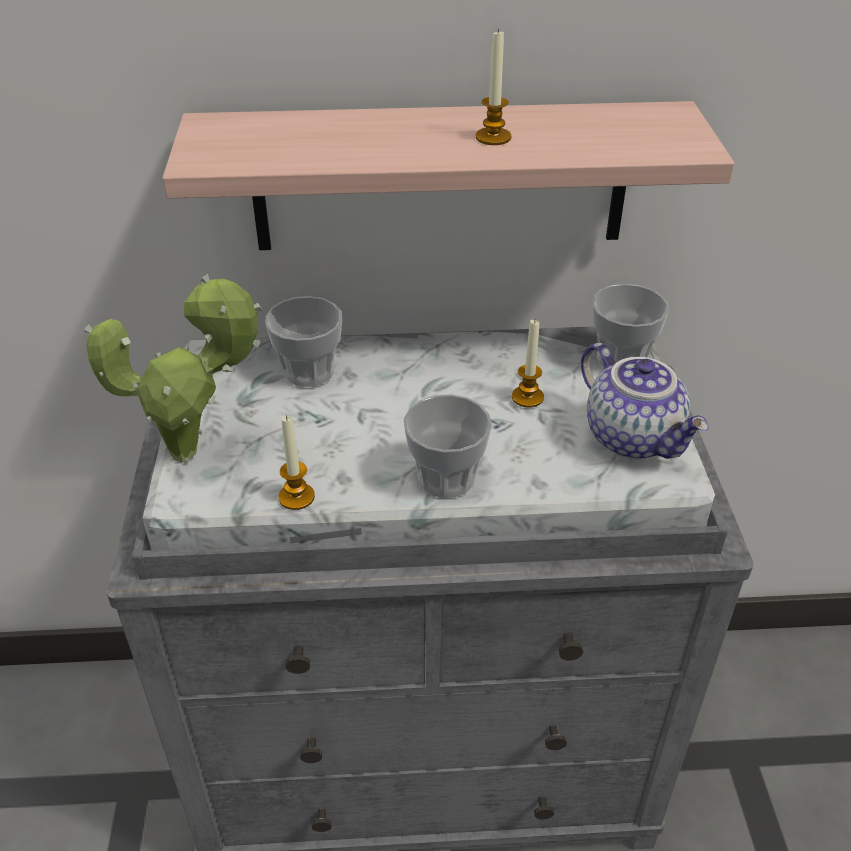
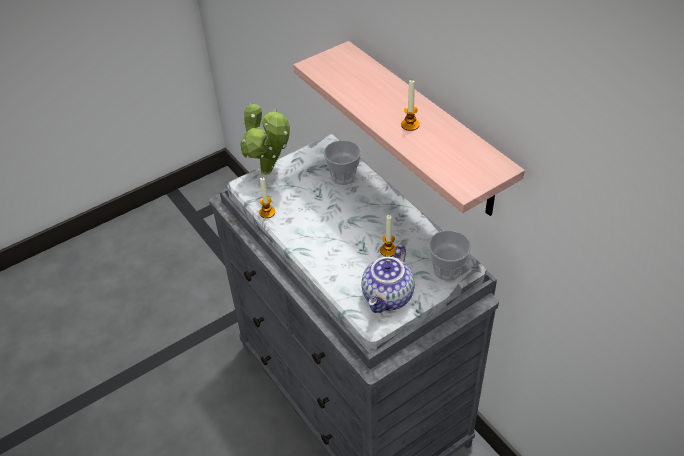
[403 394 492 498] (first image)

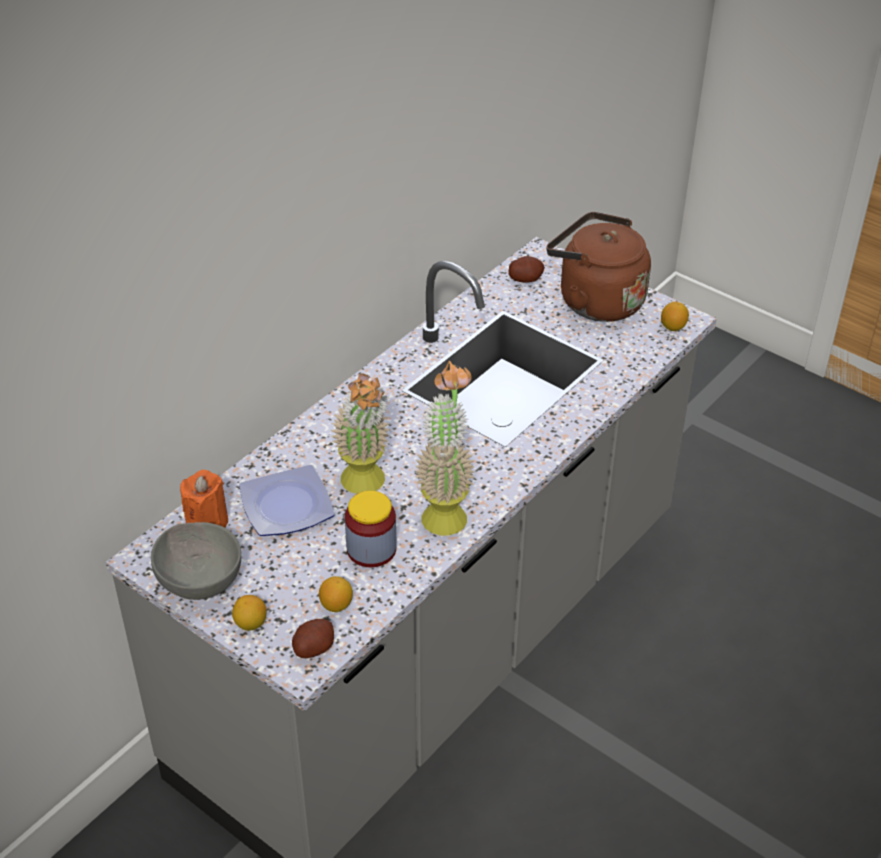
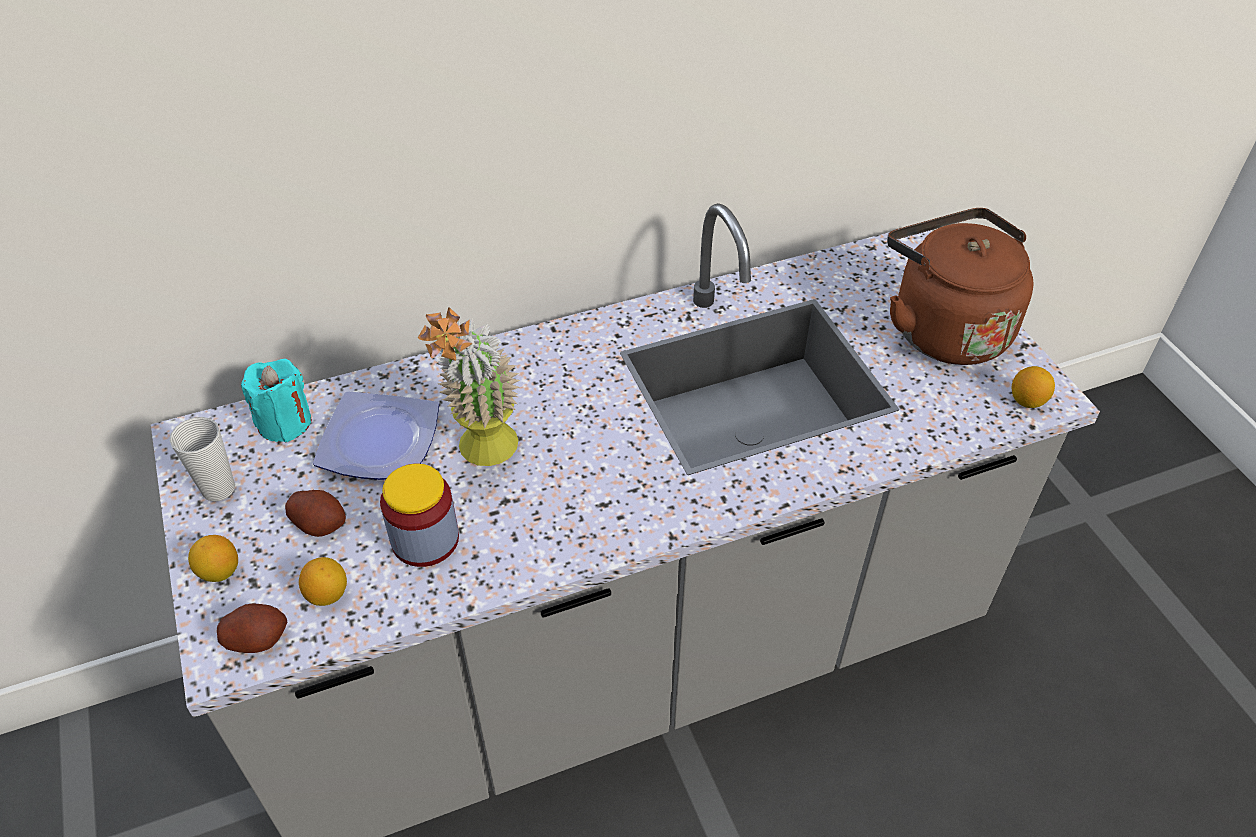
[285 490 346 537]
[416 361 475 535] (first image)
[241 359 311 443]
[169 417 235 502]

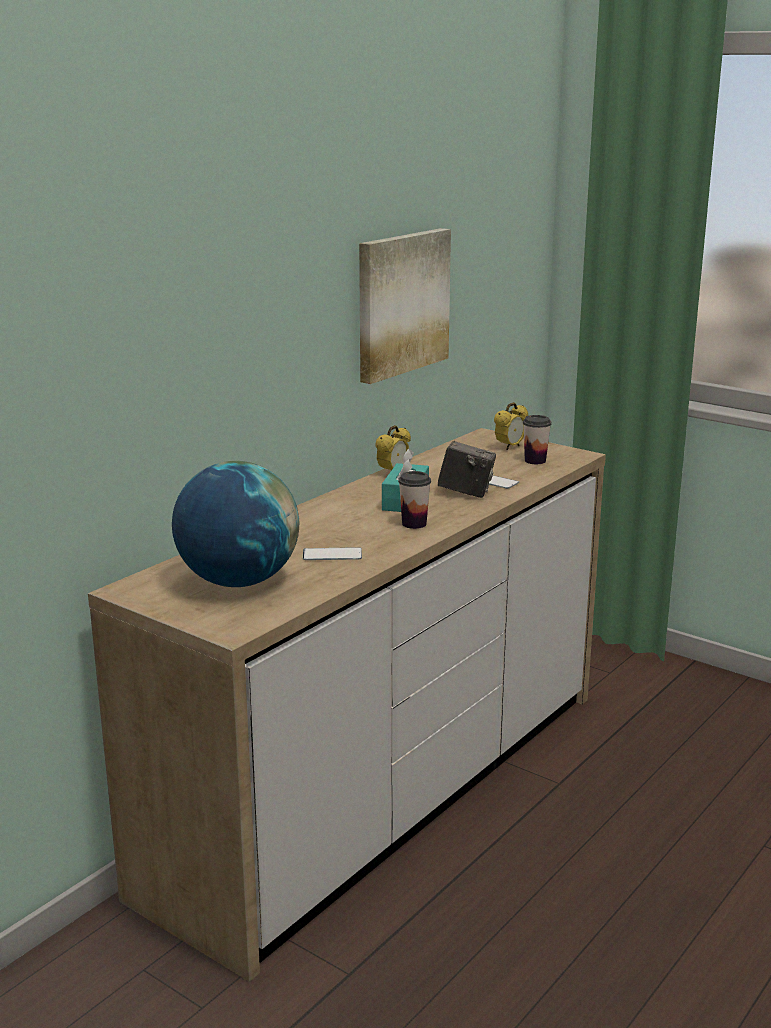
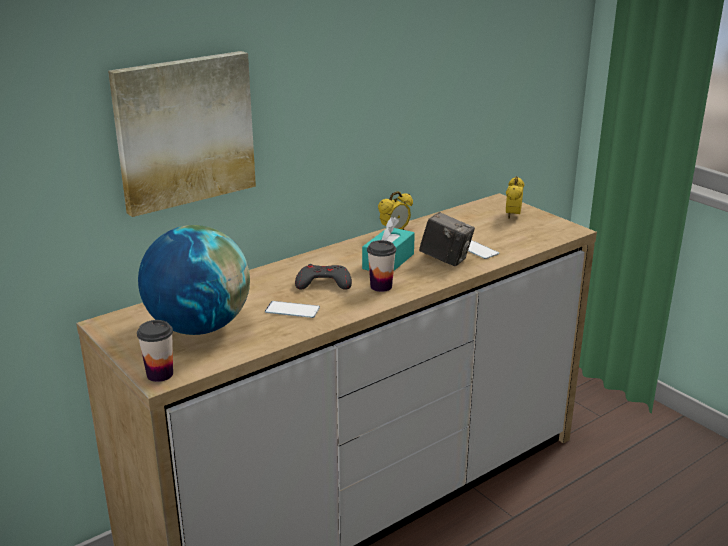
[108 51 256 217]
[506 176 524 218]
[137 320 173 382]
[295 264 352 290]

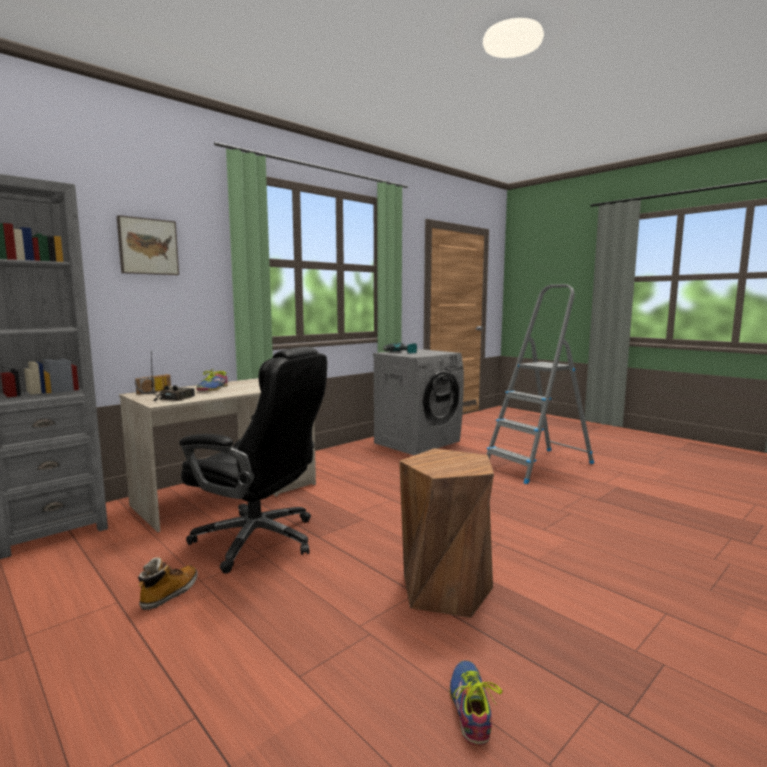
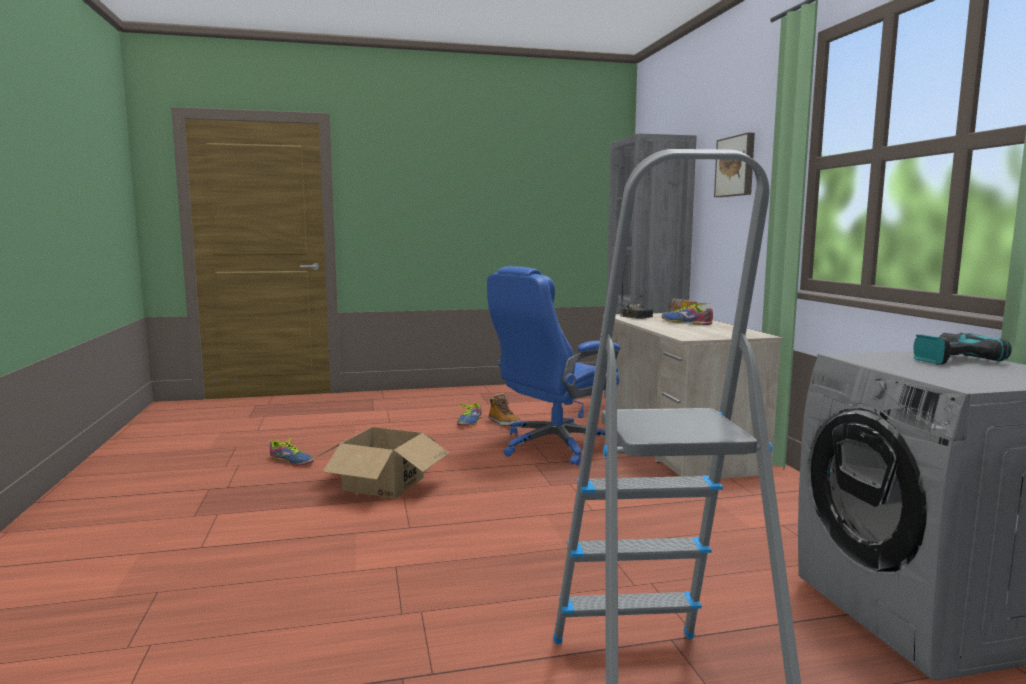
[487 266 620 465]
[315 427 449 498]
[457 400 482 426]

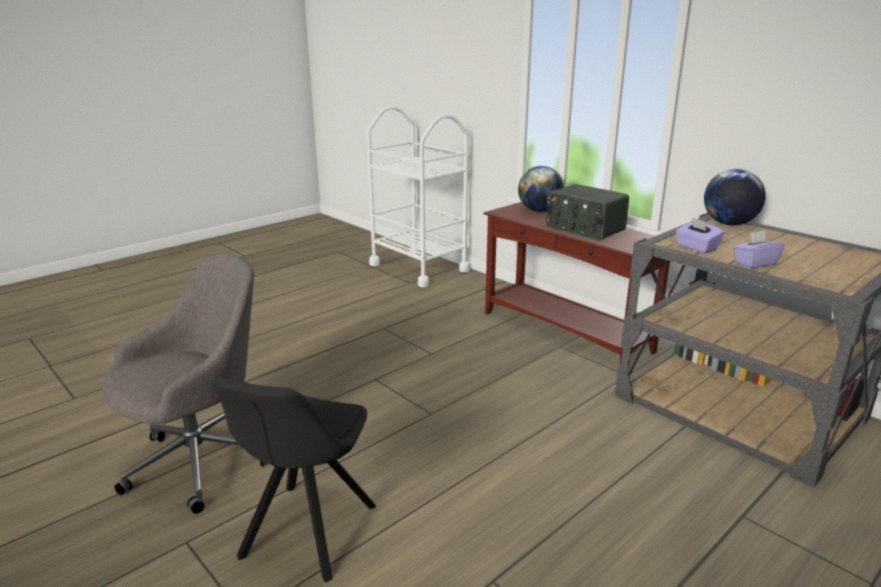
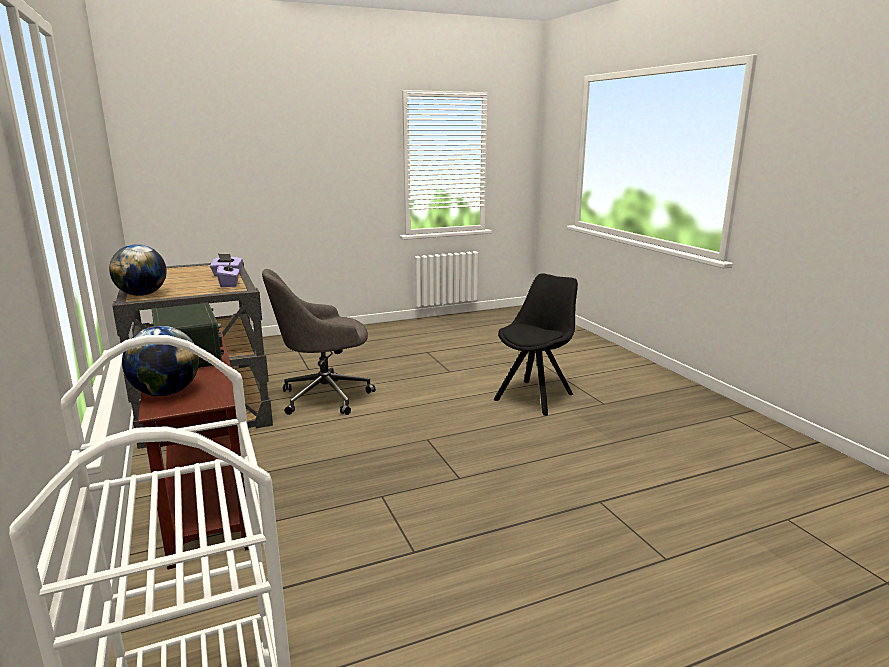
[262 269 376 415]

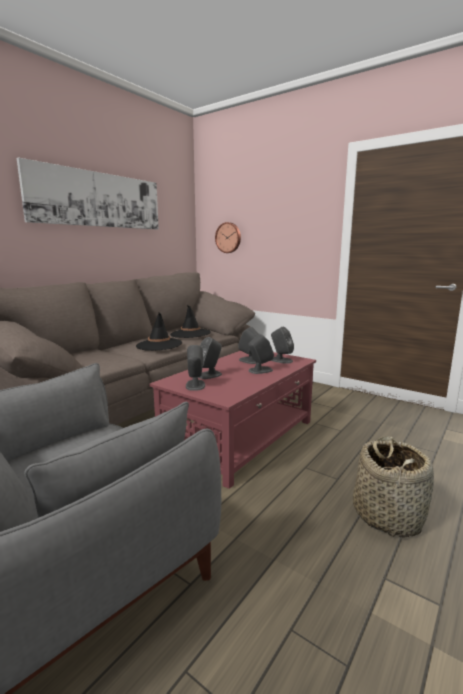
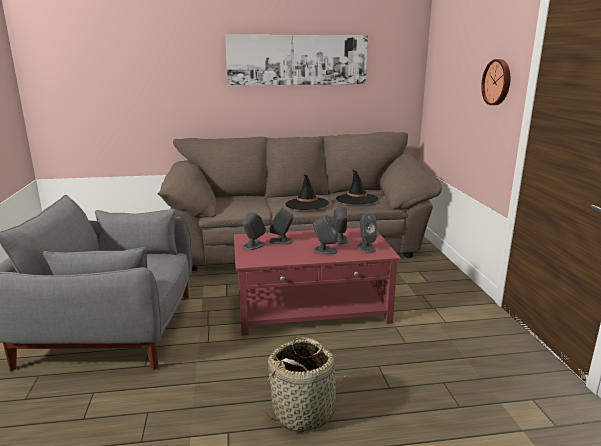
[481 59 510 105]

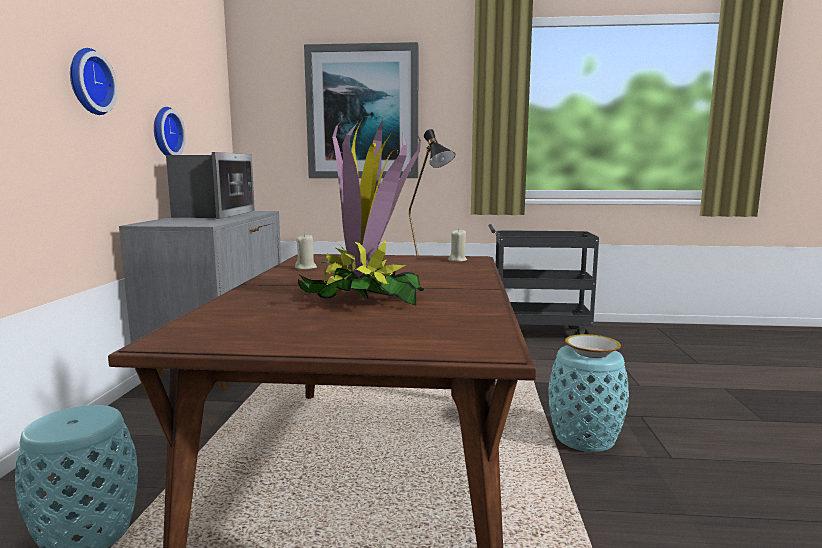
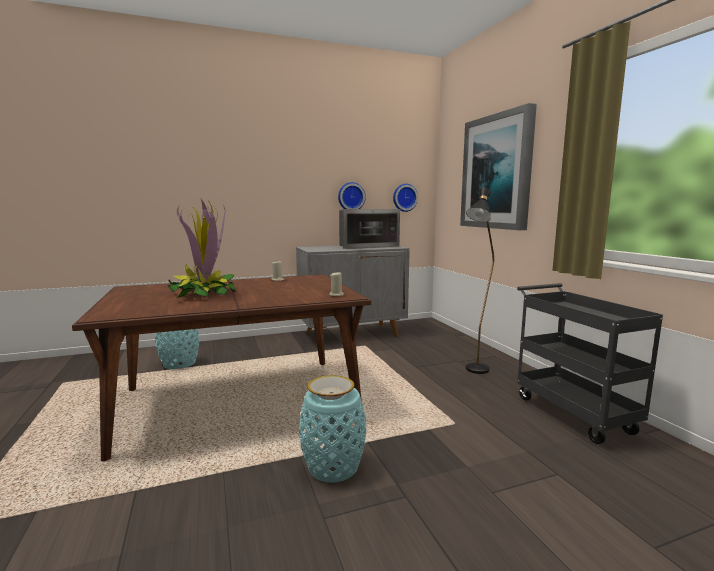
[393 184 418 212]

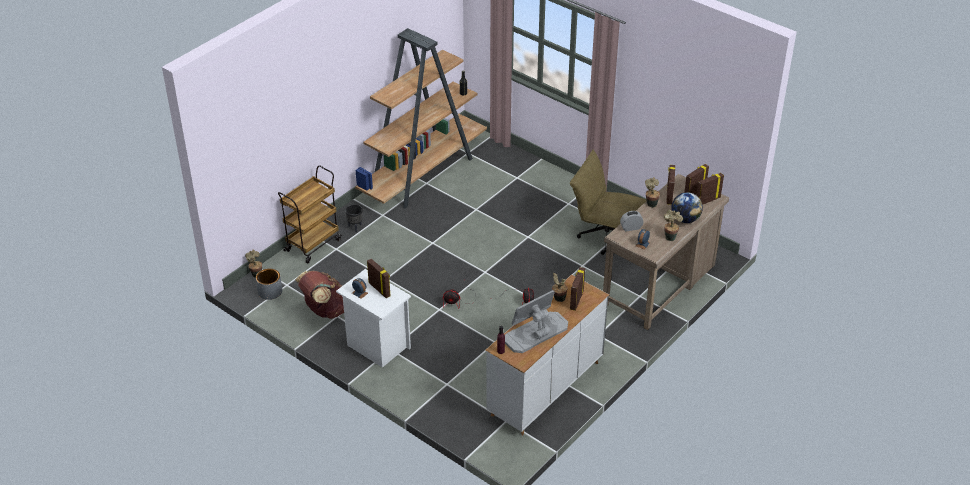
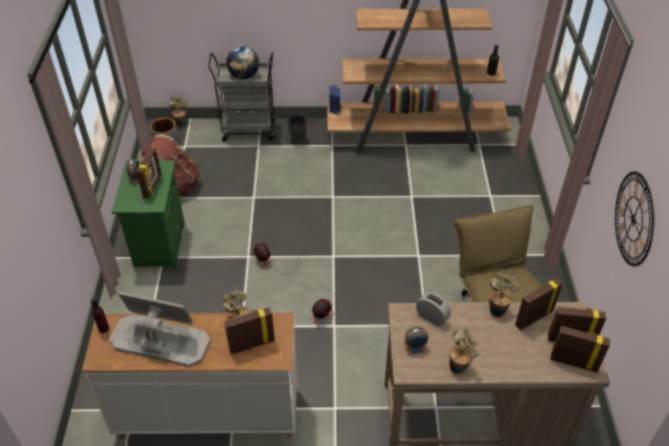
[208 52 276 142]
[226 46 259 79]
[111 161 185 270]
[615 172 654 266]

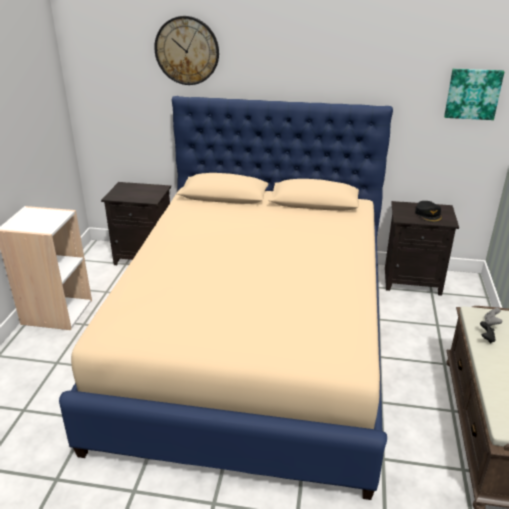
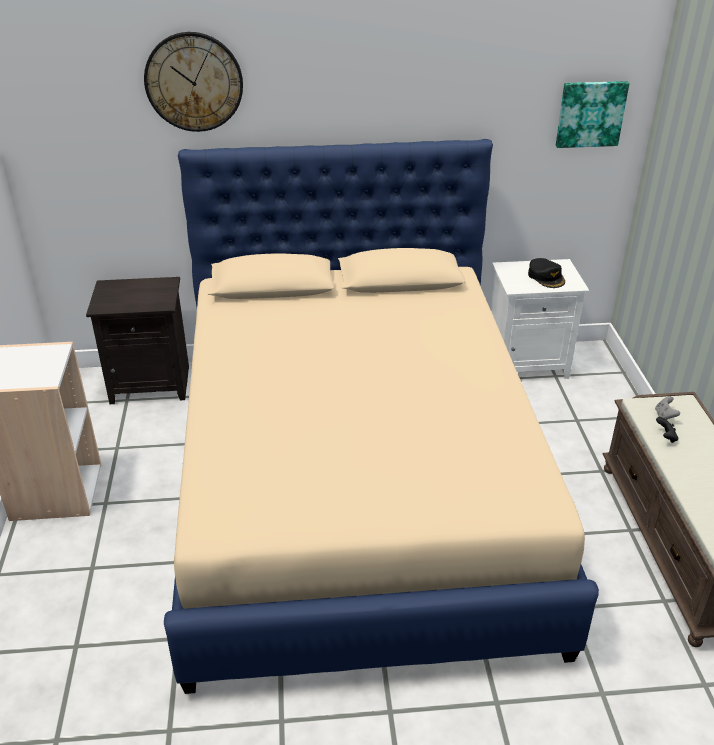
[491 259 589 379]

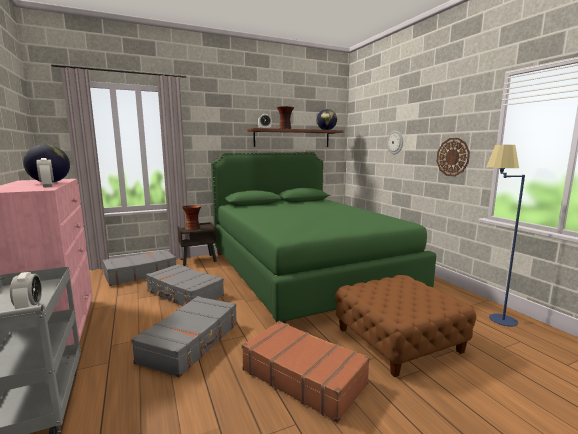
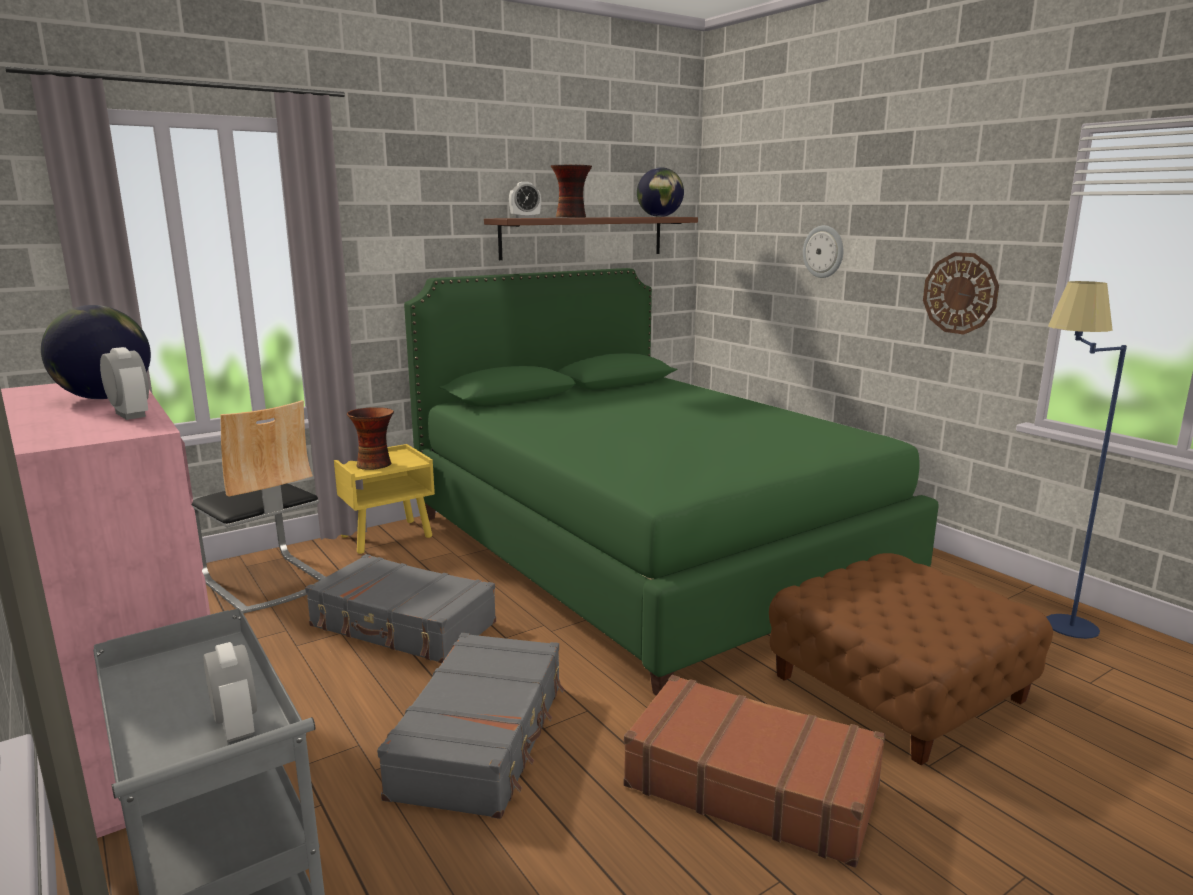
[334 444 435 554]
[192 400 325 613]

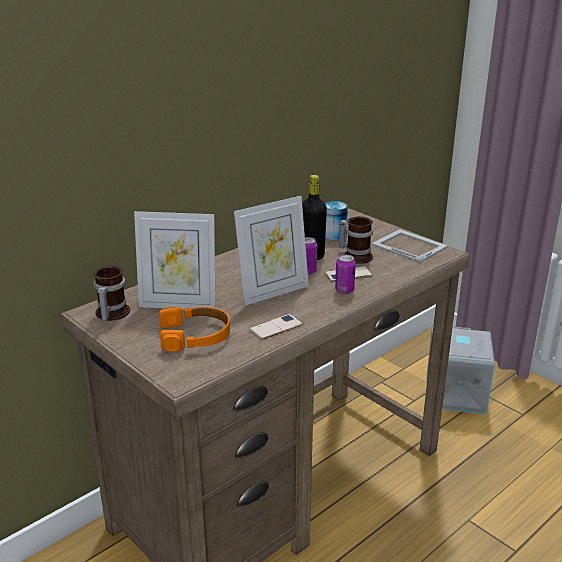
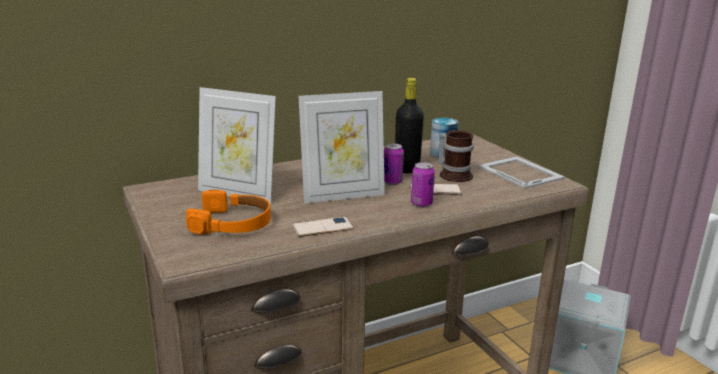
[93 265 130 321] (first image)

